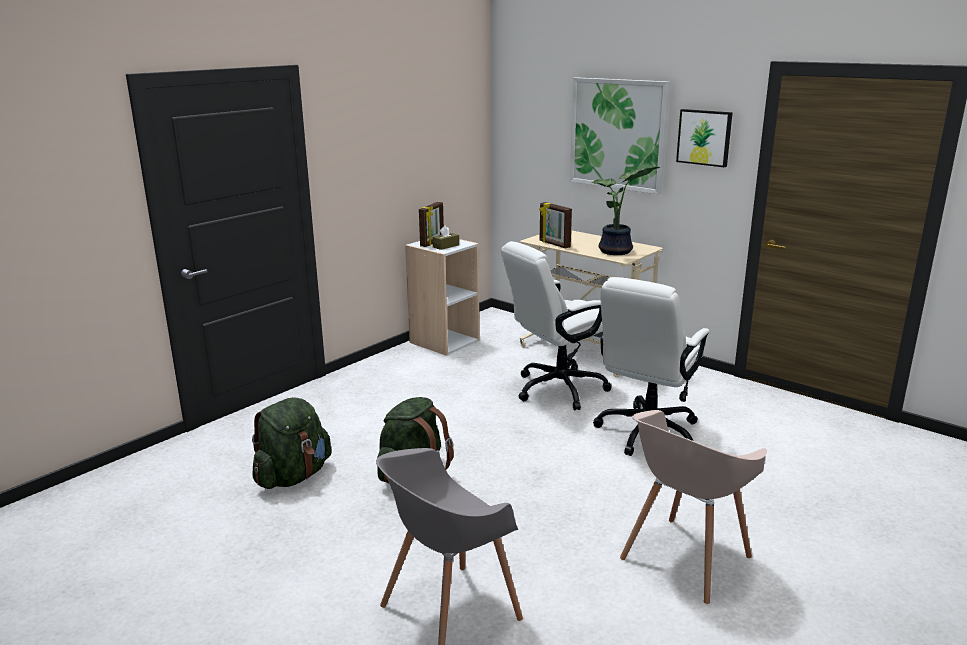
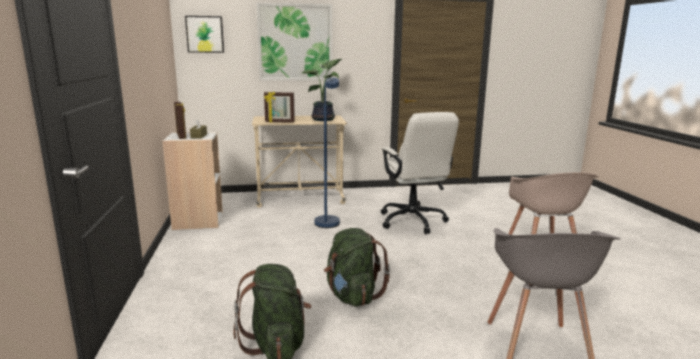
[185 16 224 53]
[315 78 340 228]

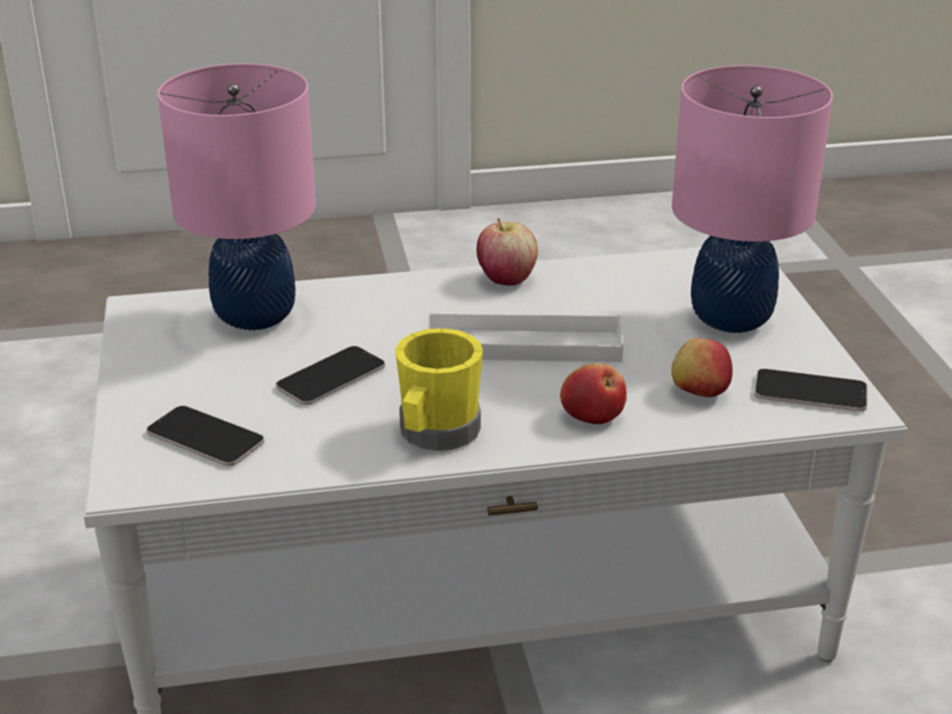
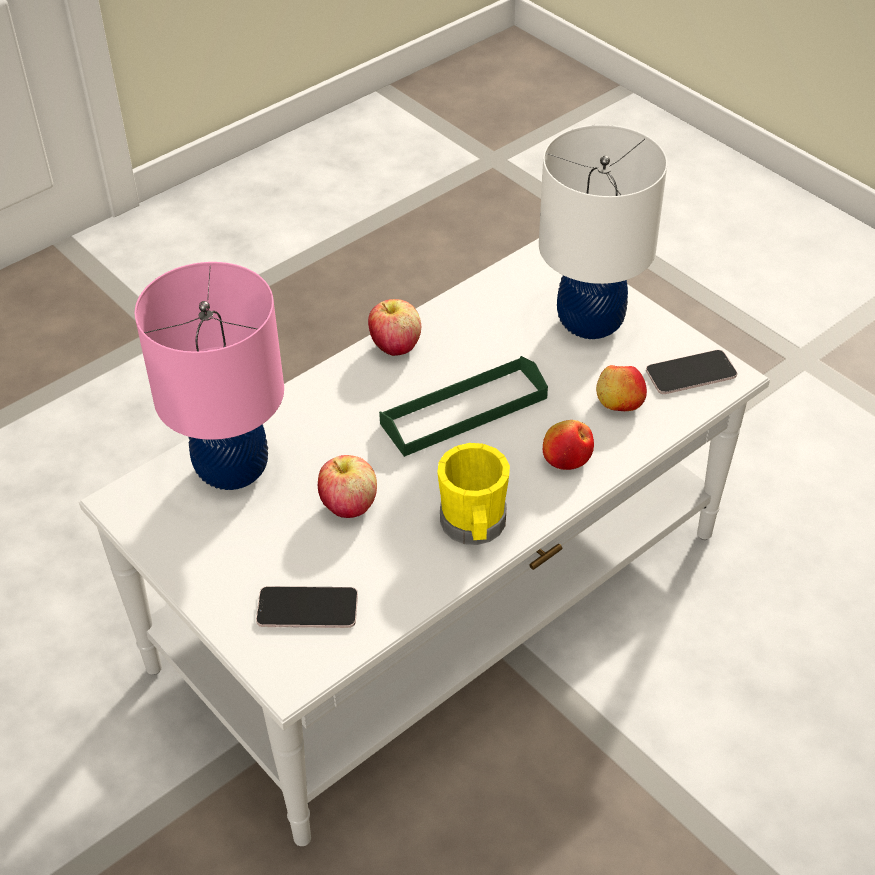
[539 125 667 339]
[379 356 548 457]
[318 455 377 518]

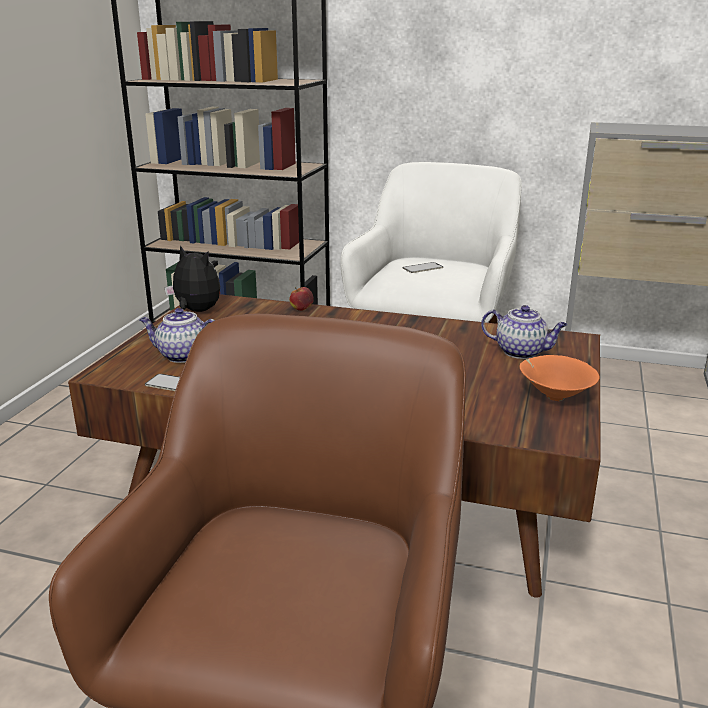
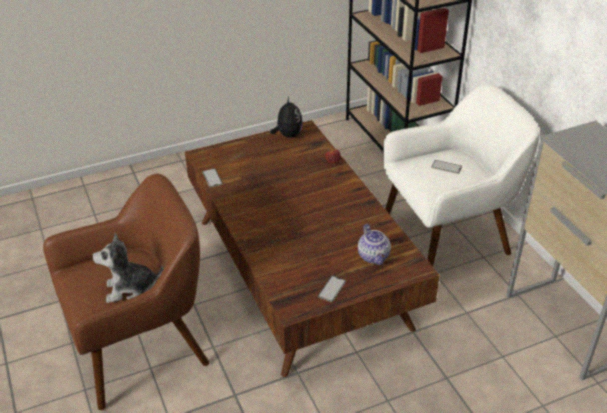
[139 308 215 363] (first image)
[318 276 346 302]
[92 233 164 303]

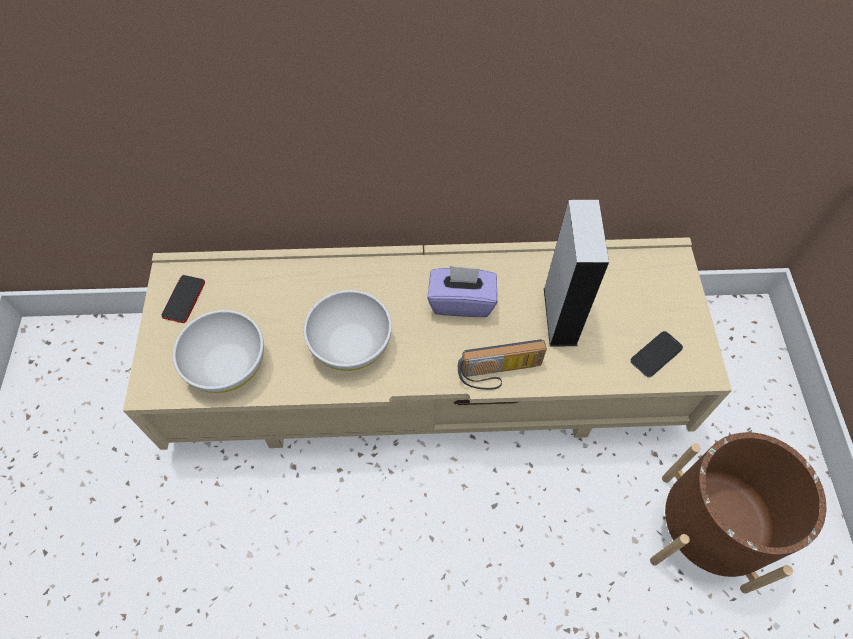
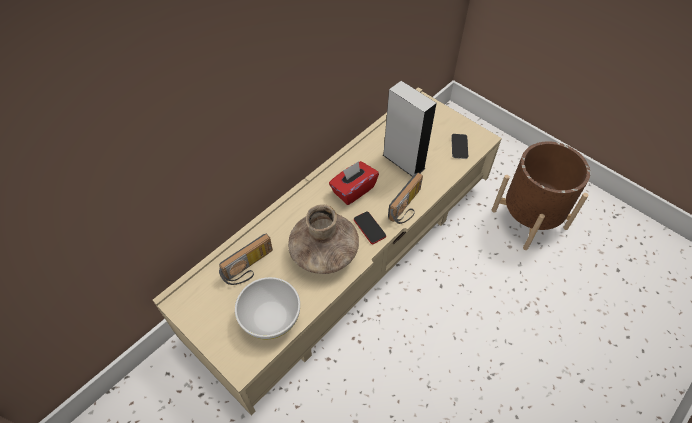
[329 161 379 205]
[354 211 386 244]
[288 204 359 274]
[219 234 273 285]

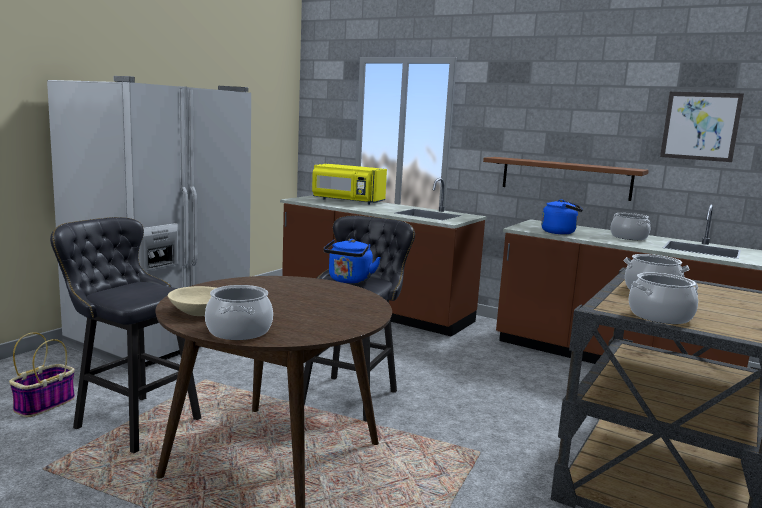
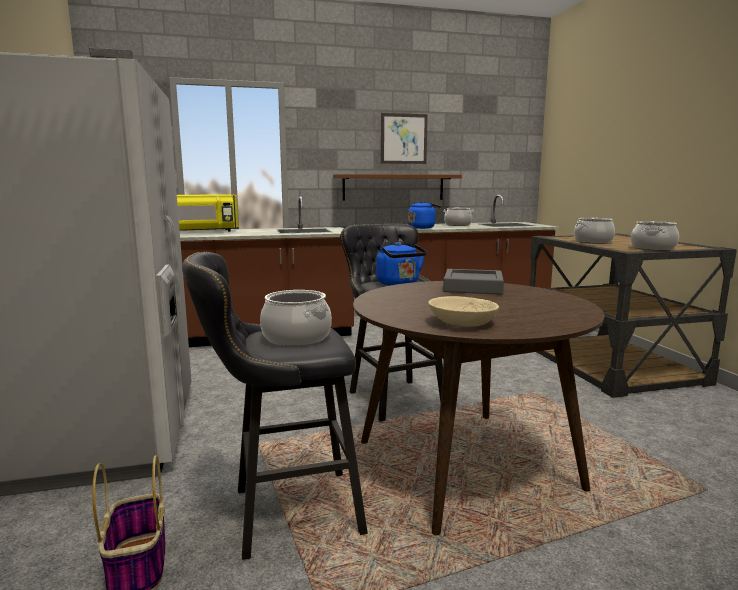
[381 113 428 164]
[260 290 332 346]
[443 269 504 295]

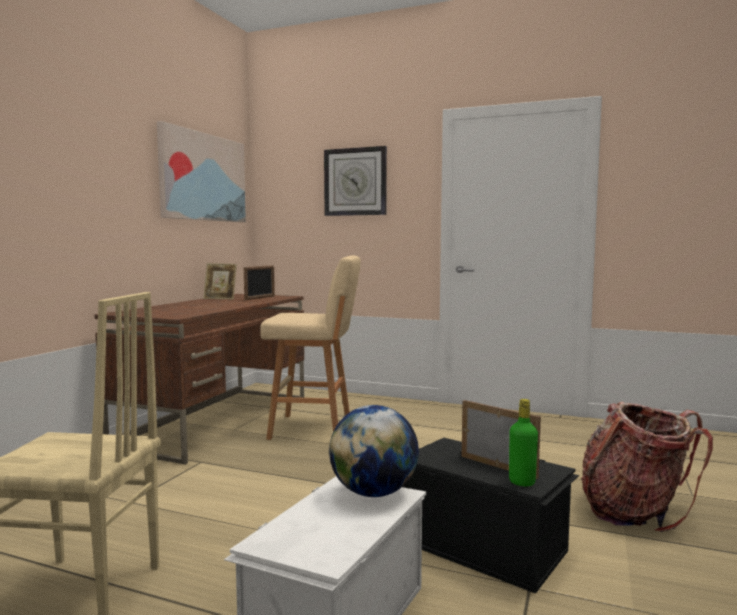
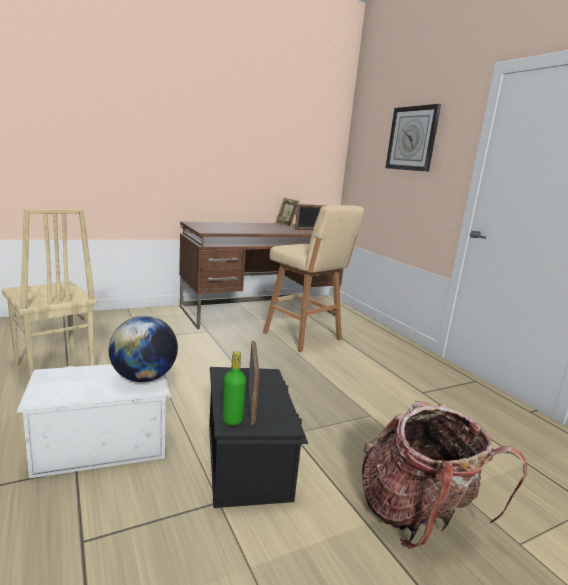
[157 121 246 222] (first image)

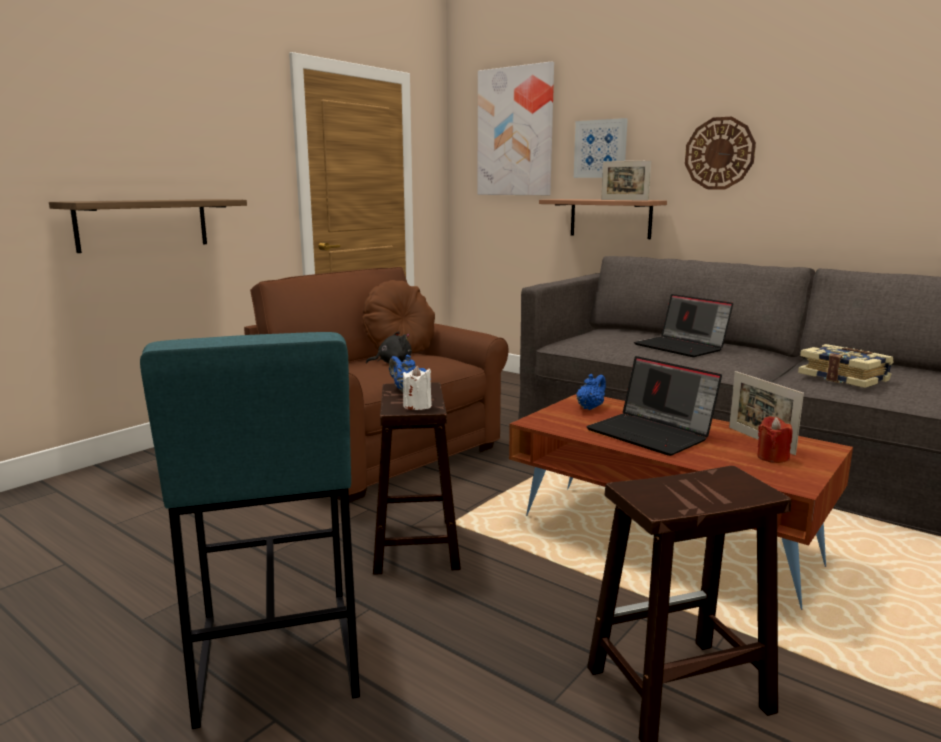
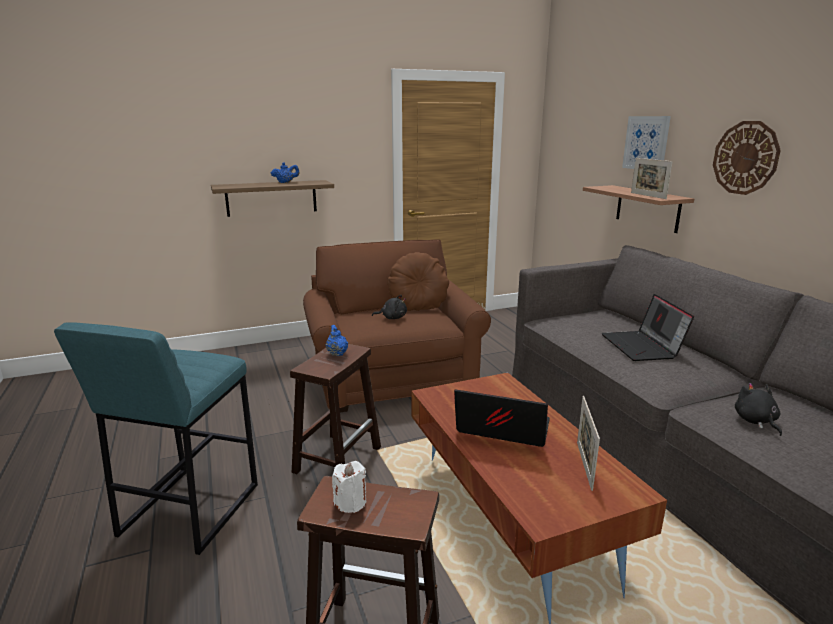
[478 61 554 195] (first image)
[735 383 782 436]
[454 389 550 447]
[332 461 366 513]
[271 162 299 183]
[757 416 793 463] (first image)

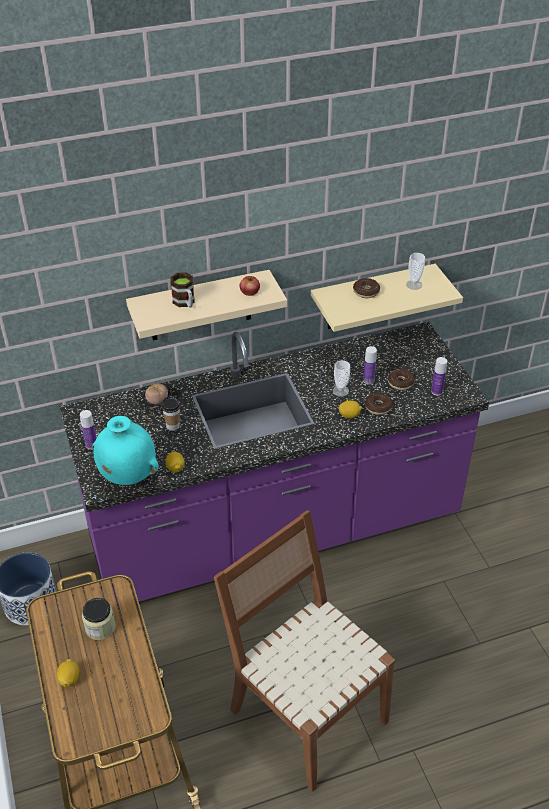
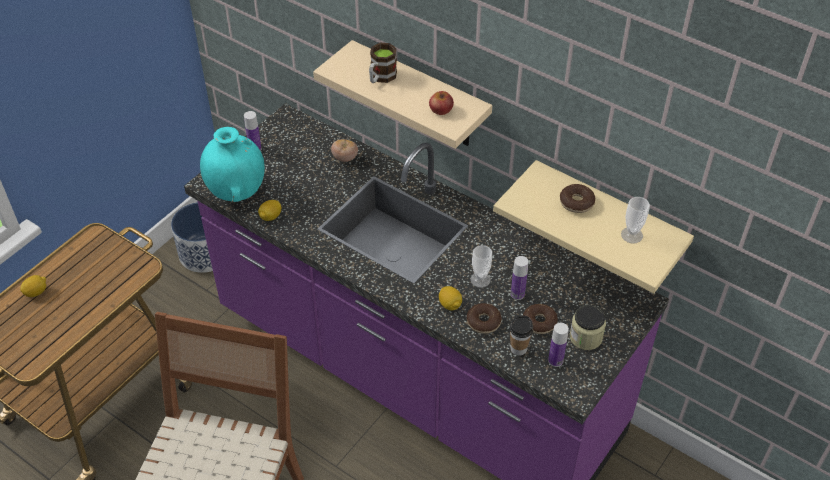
[509 315 533 356]
[570 305 606 350]

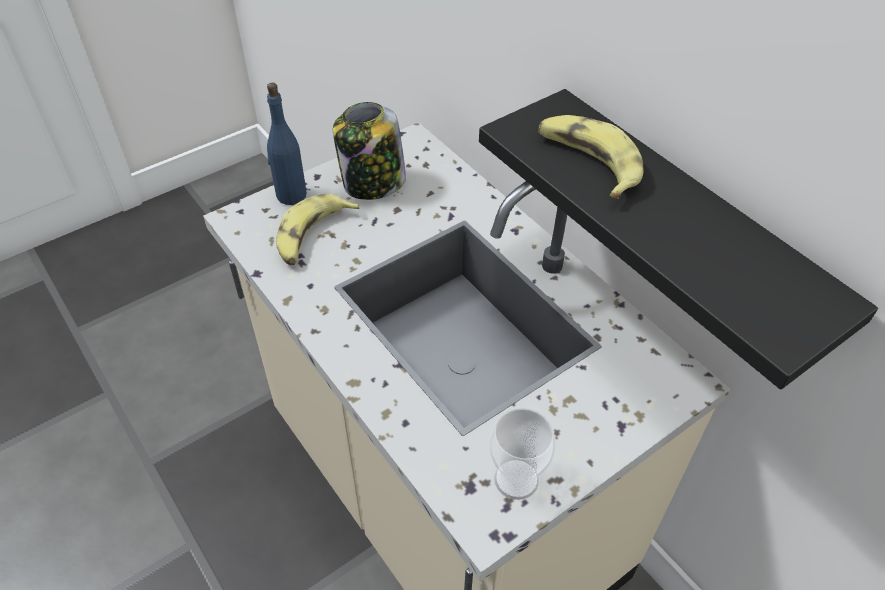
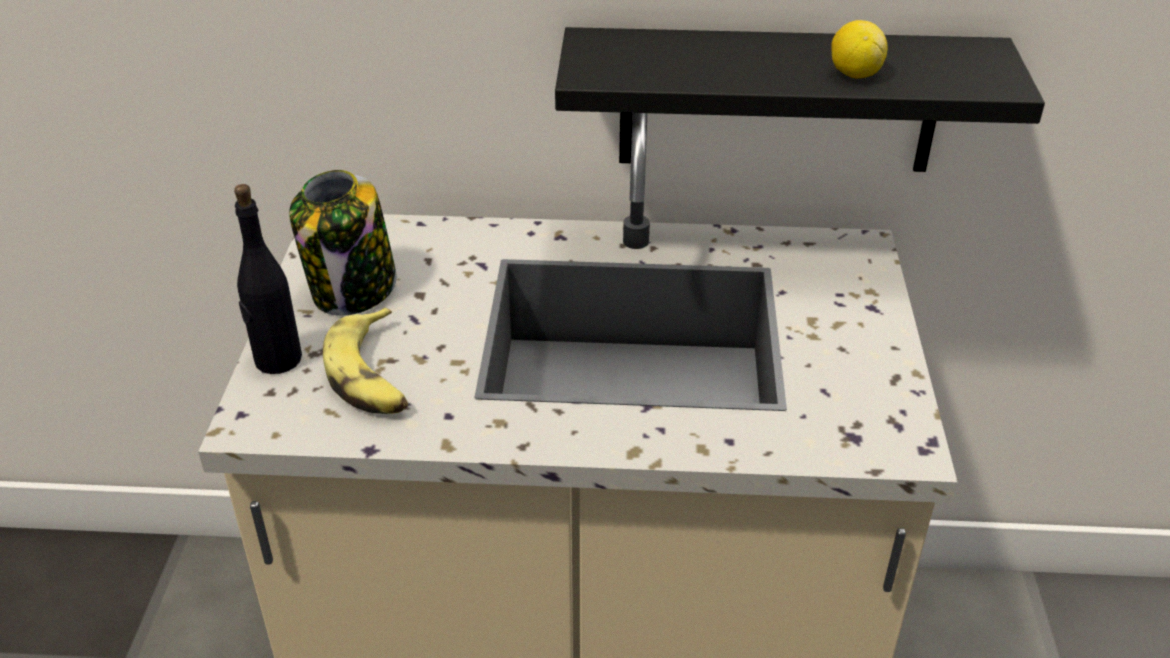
[234 184 302 374]
[538 115 644 199] (first image)
[489 408 556 500] (first image)
[832 20 888 78]

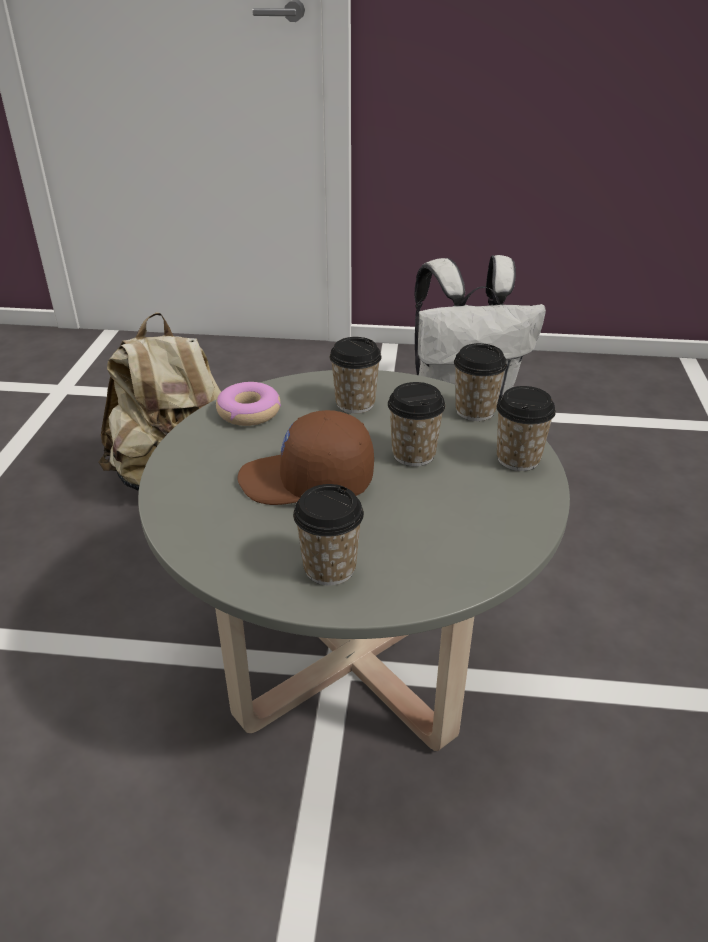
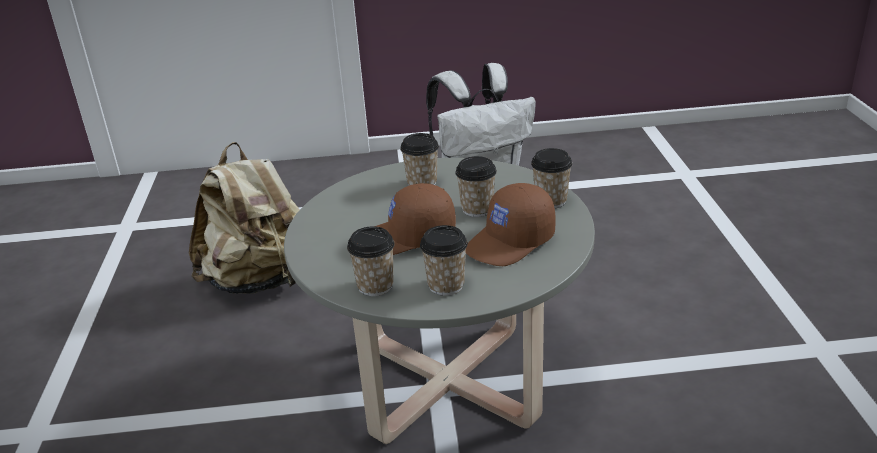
[347 226 395 296]
[216 382 281 426] (first image)
[466 183 555 266]

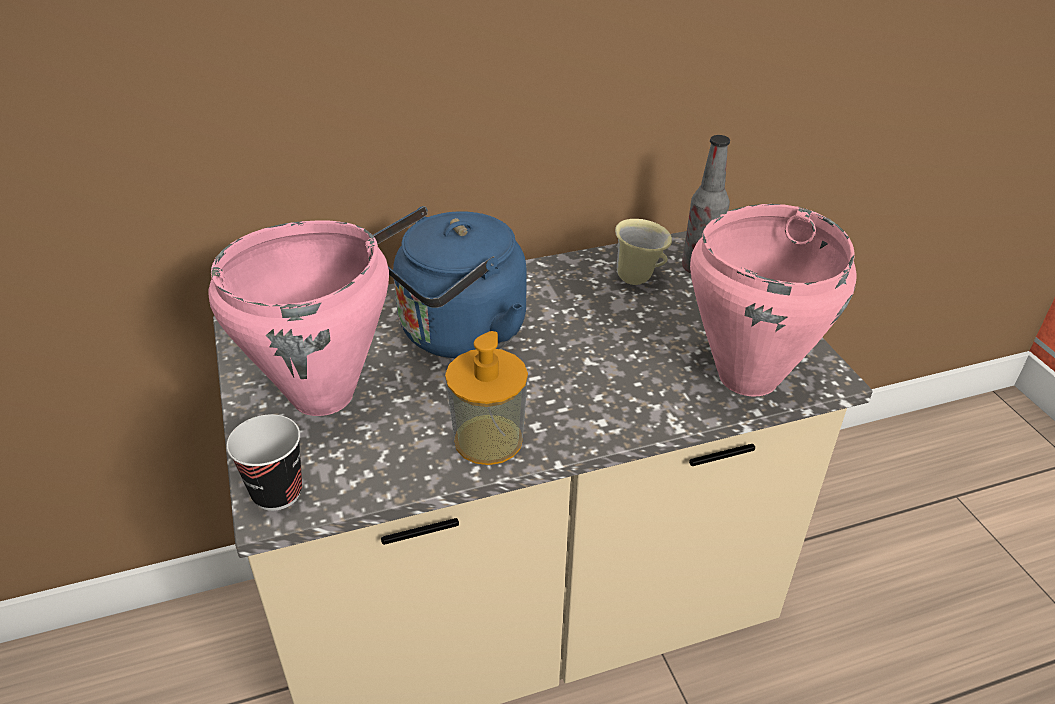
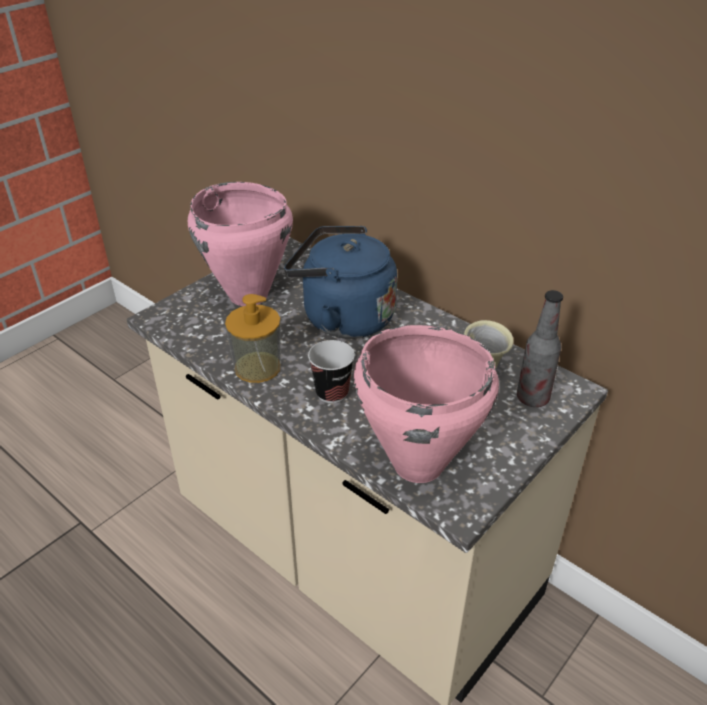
[308 340 355 403]

